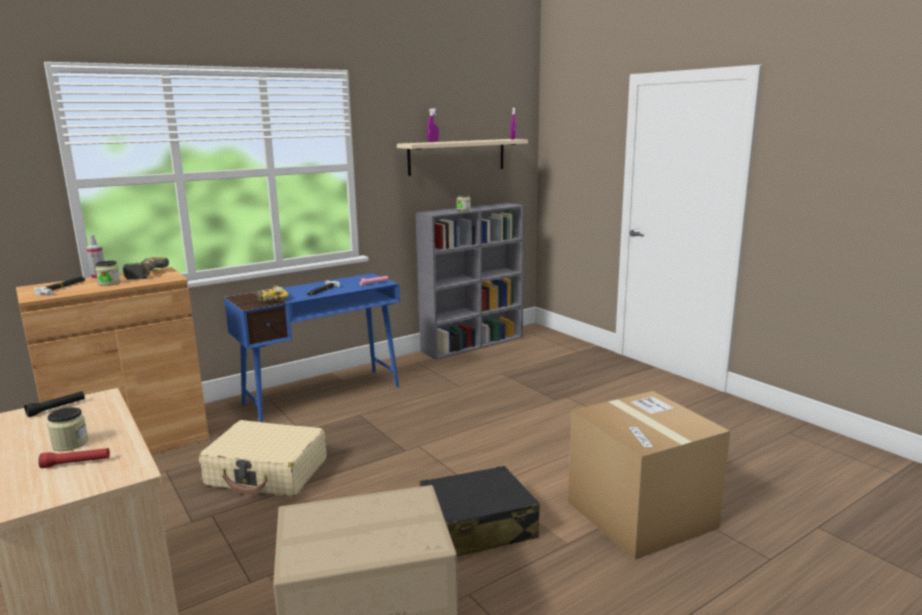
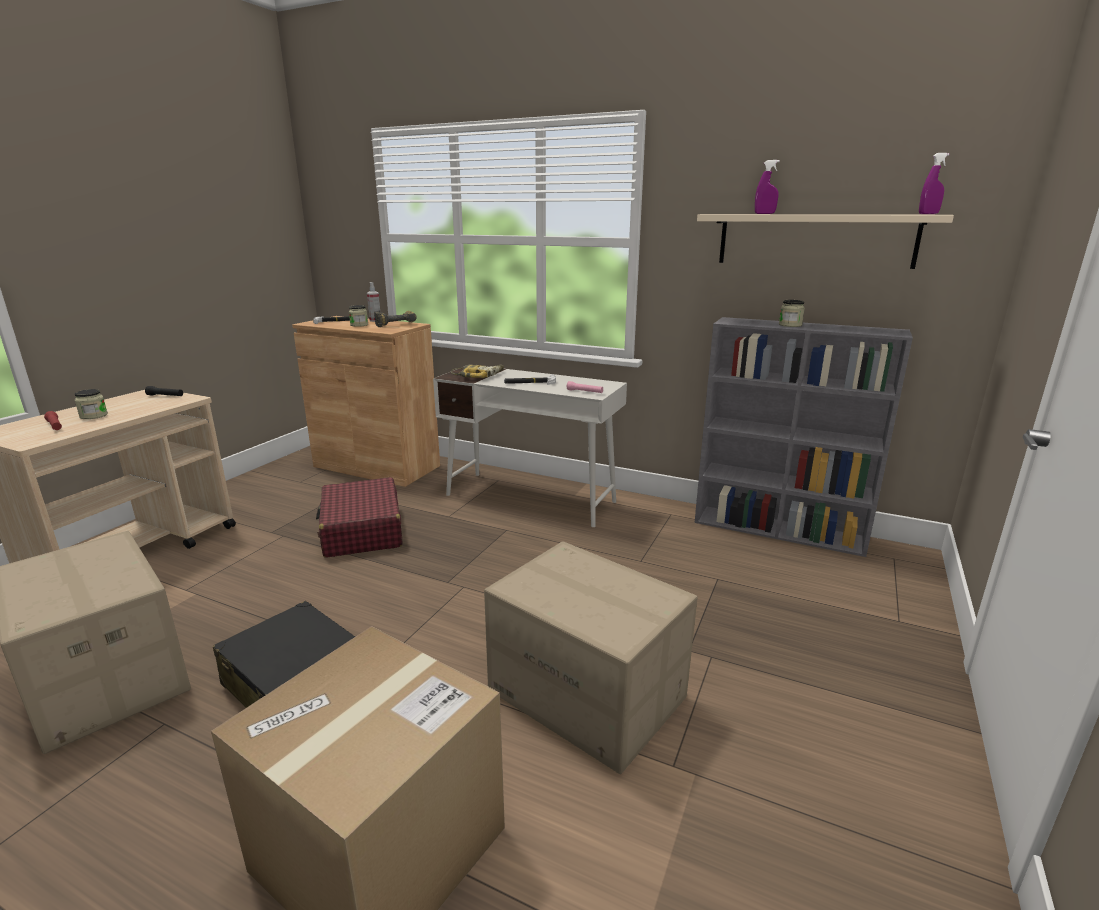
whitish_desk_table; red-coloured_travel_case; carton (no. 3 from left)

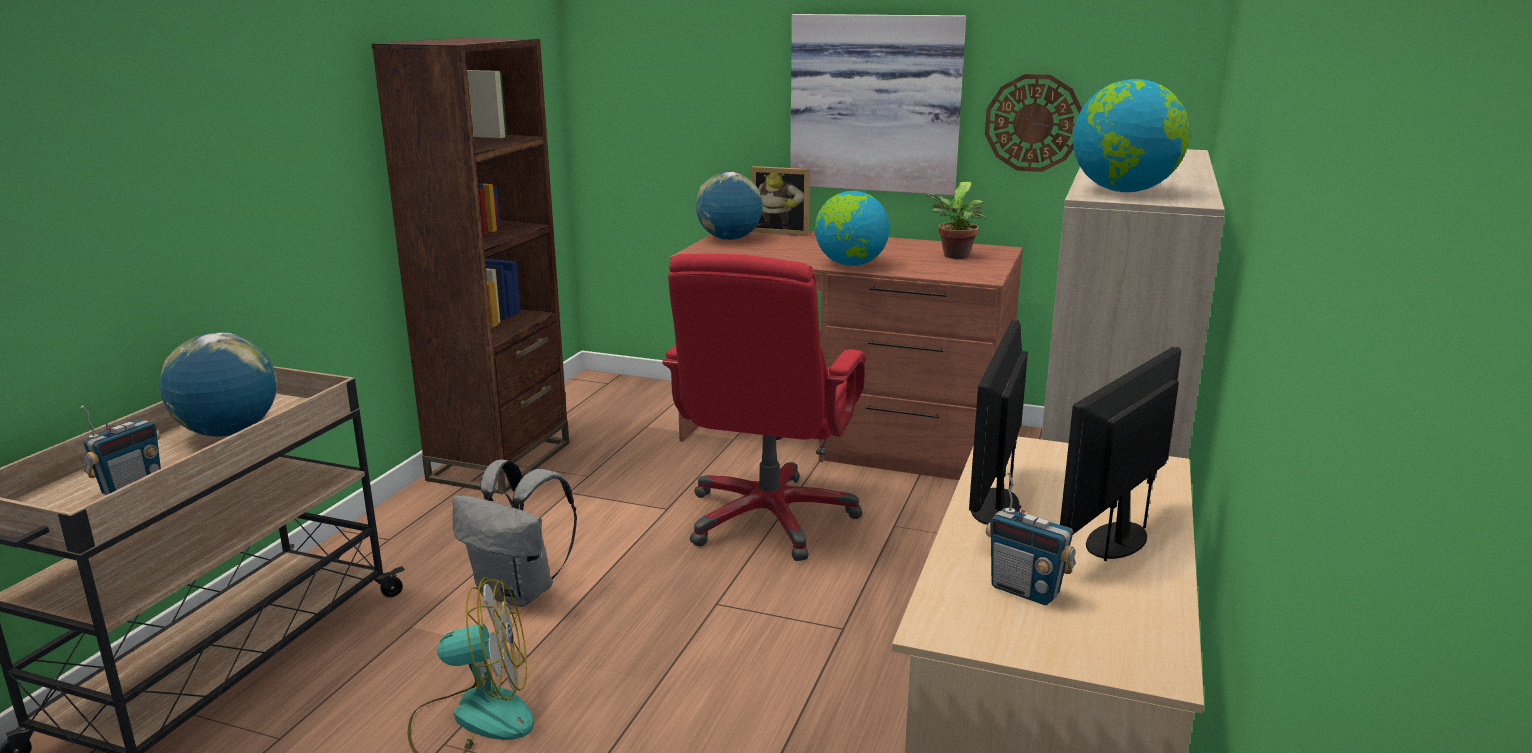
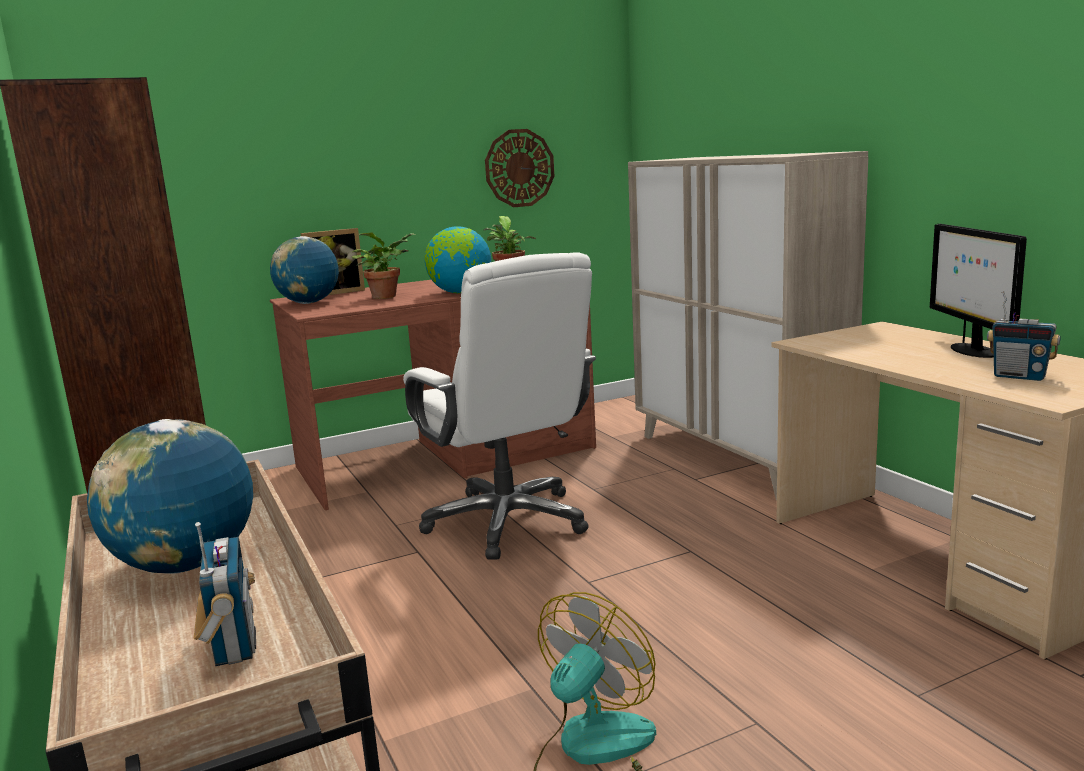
wall_art; desk_globe (no. 4 from left in the first image); whitish_desk_chair; monitor (no. 1 from left in the first image); grey_knapsack; radio (no. 2 from left); potted_plant (no. 1 from left)

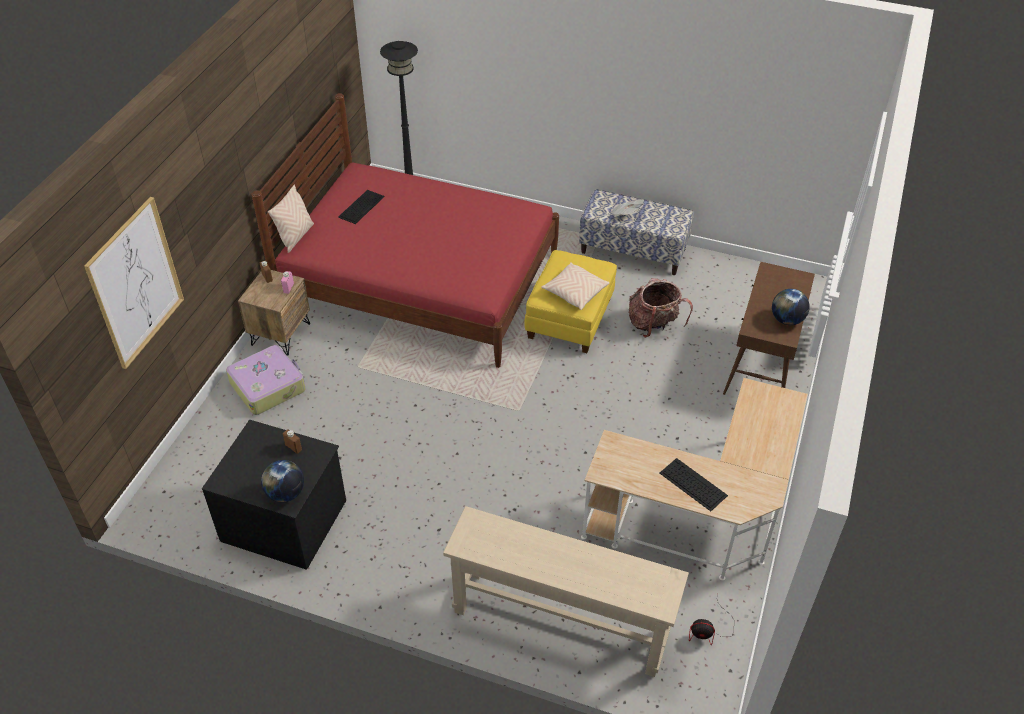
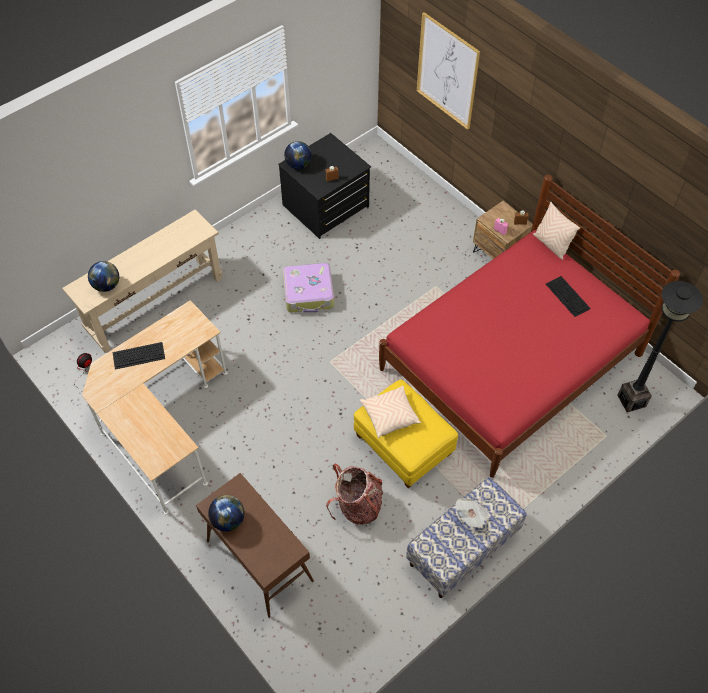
travel_case; desk_globe (no. 1 from left)

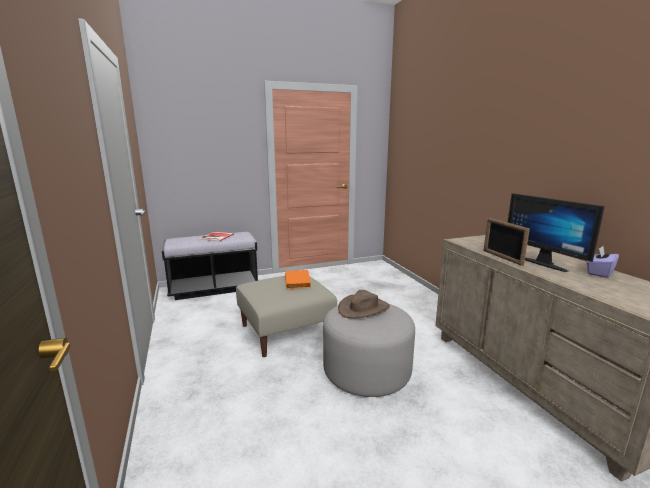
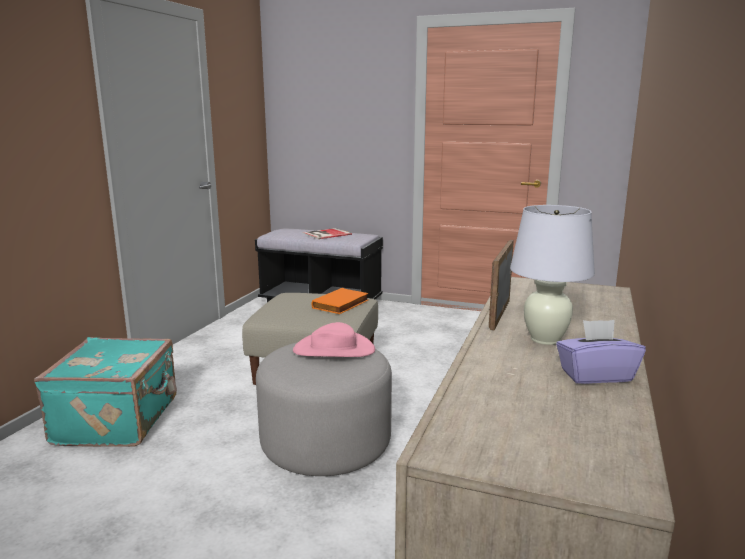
whitish_tabletop_lamp; pink_clothing_hat; blue-green_travel_case

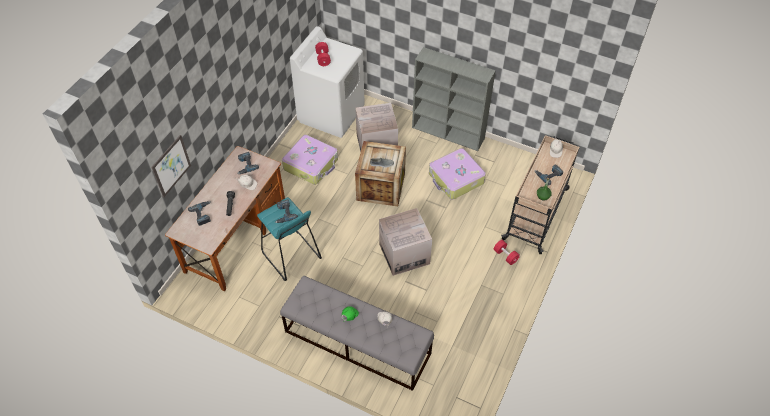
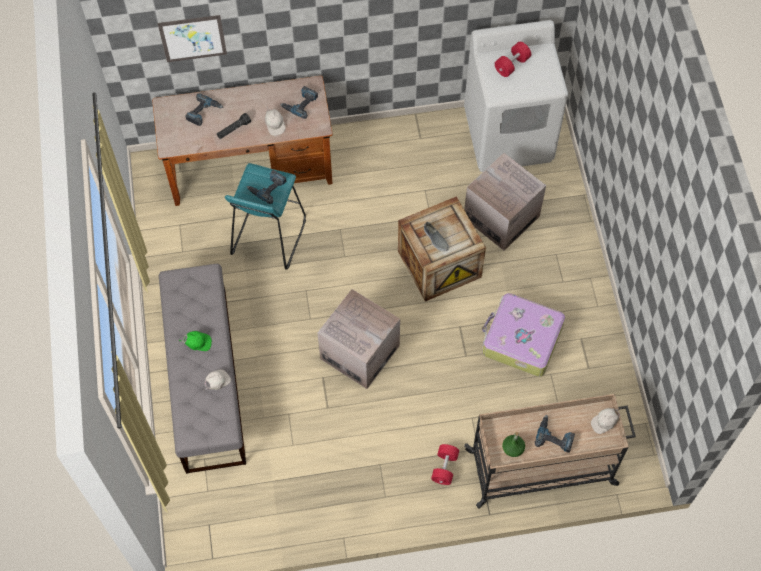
grey_shelving_unit; travel_case (no. 1 from left in the first image)

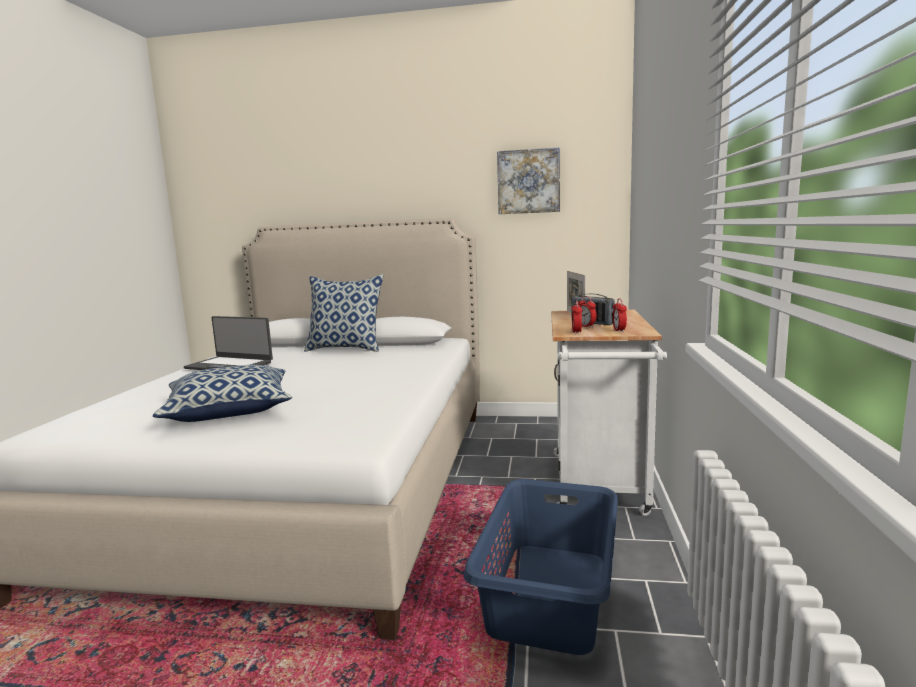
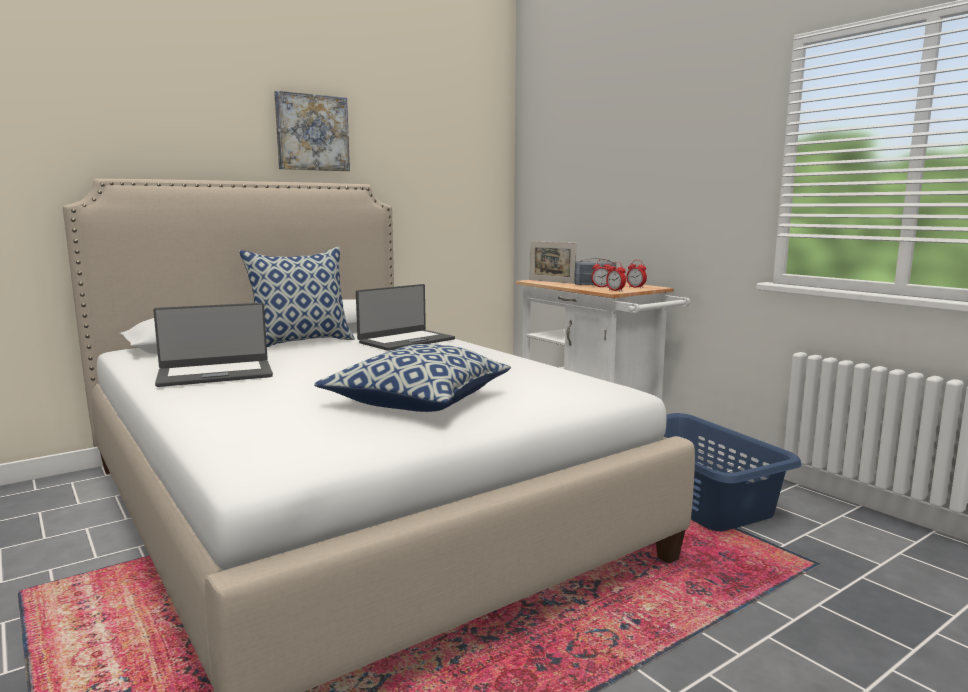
wall_art; portable_computer (no. 2 from left)

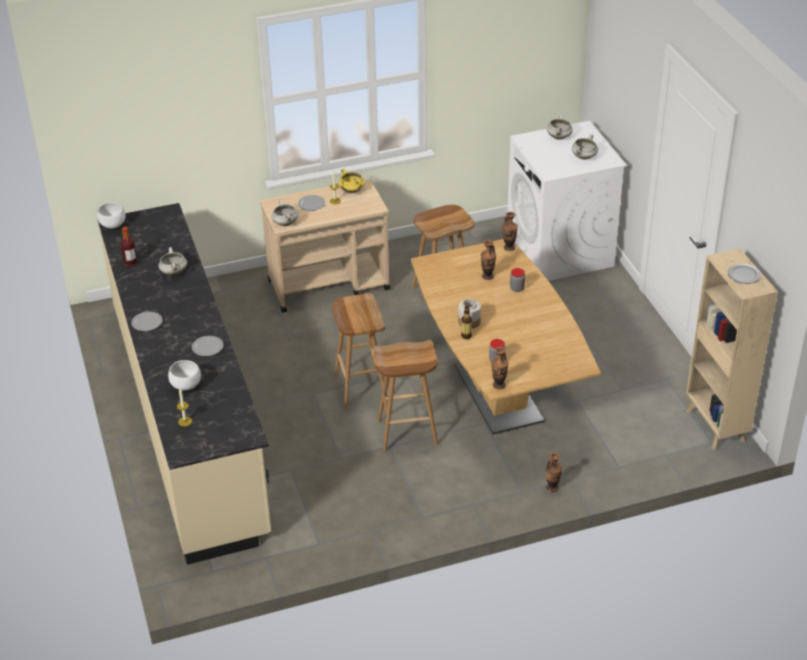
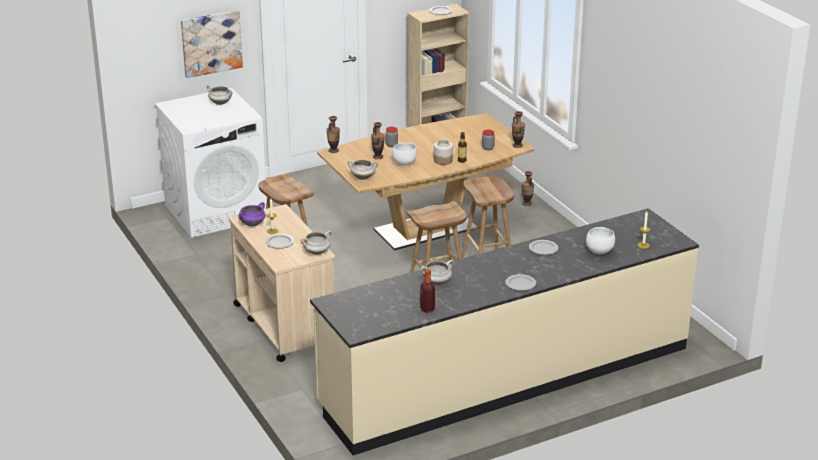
whitish_saucepot (no. 3 from left); purple_saucepot; whitish_serving_bowl (no. 1 from left); wall_art

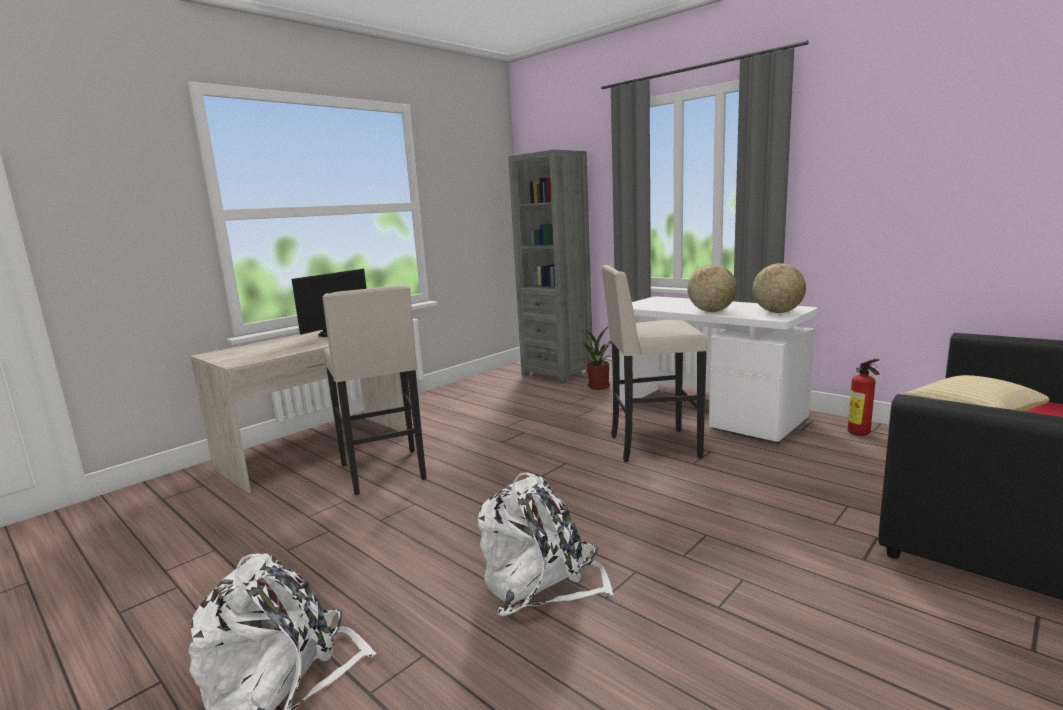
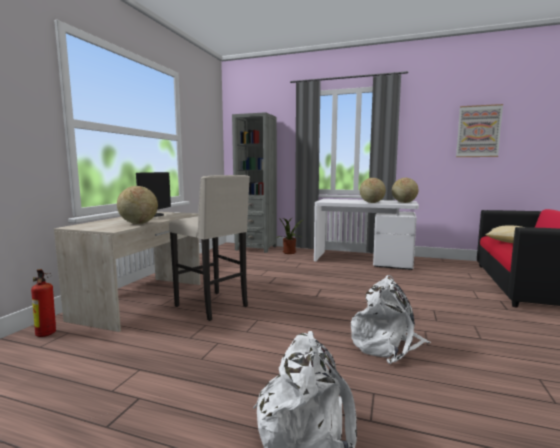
beige-coloured_stool (no. 2 from left in the first image); extinguisher; wall_art; desk_globe (no. 1 from left)

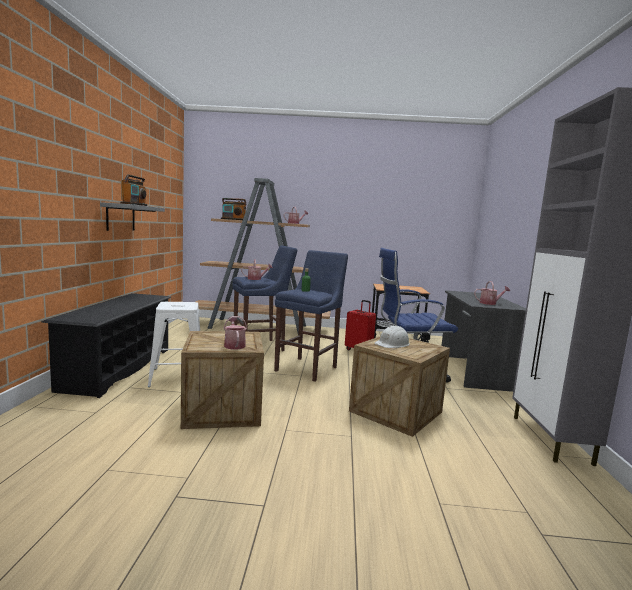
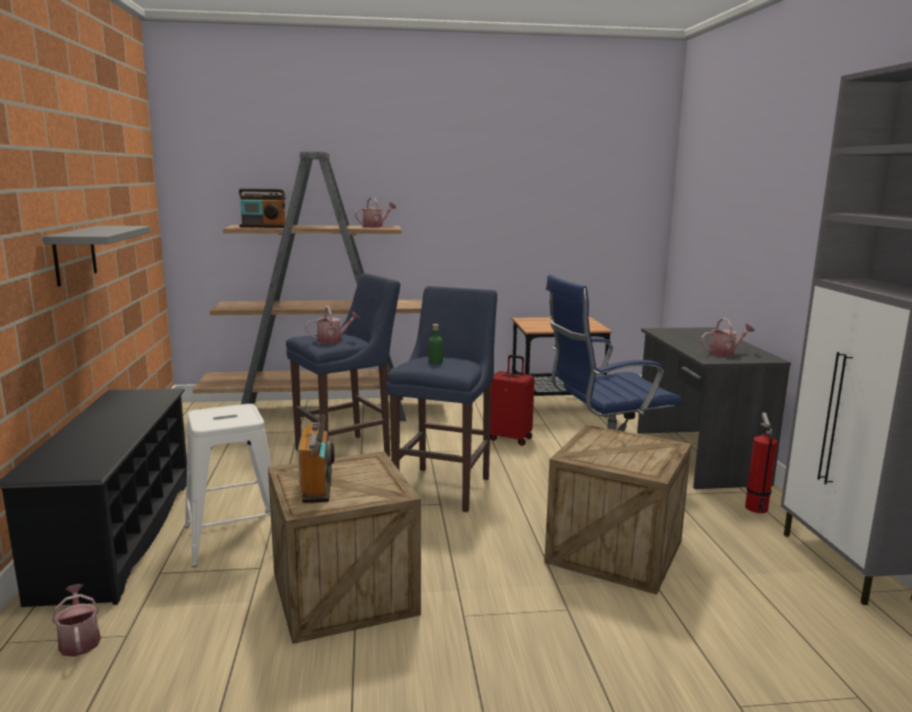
radio (no. 2 from left); watering_can (no. 1 from left); whitish_hard_hat; extinguisher

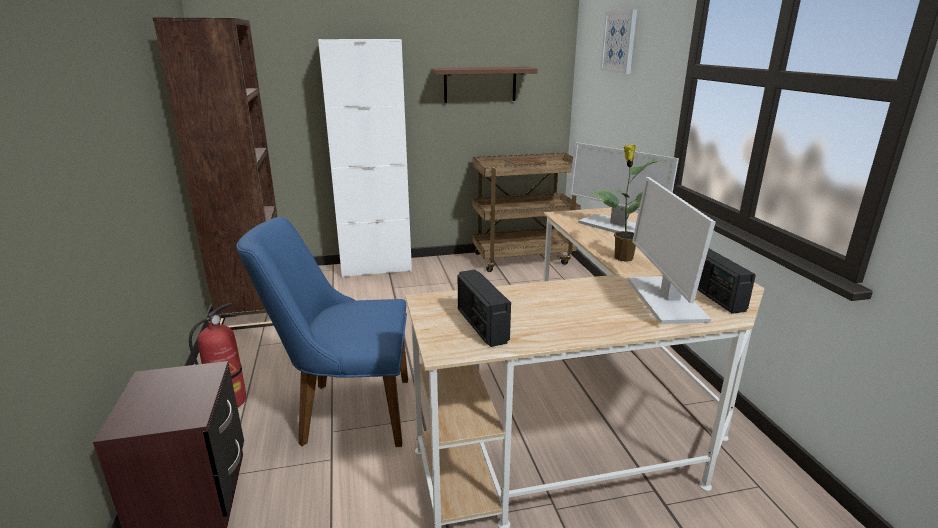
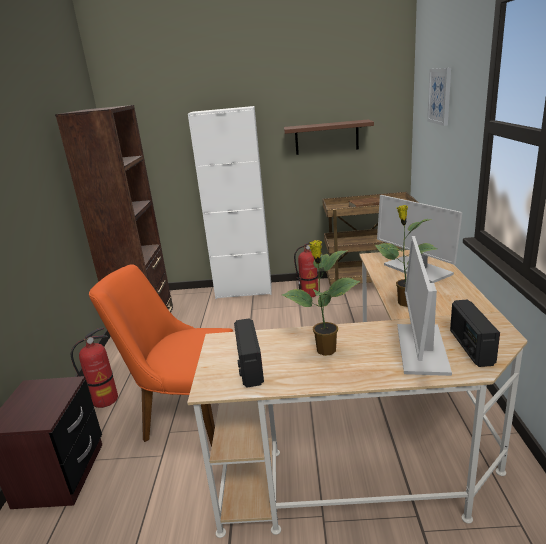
orangey_plain_chair; potted_plant (no. 1 from left); extinguisher (no. 2 from left)

